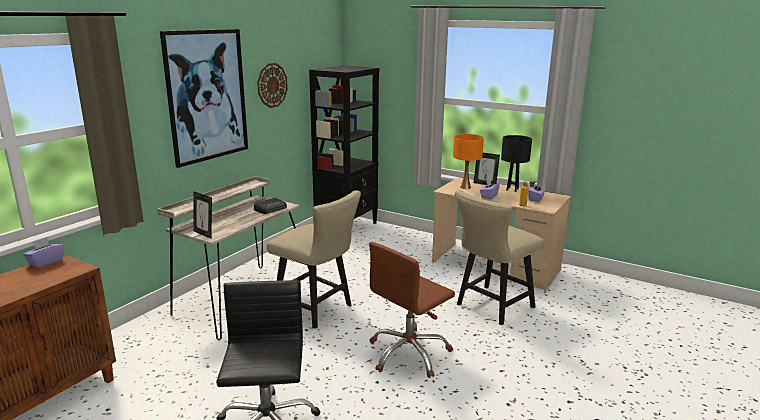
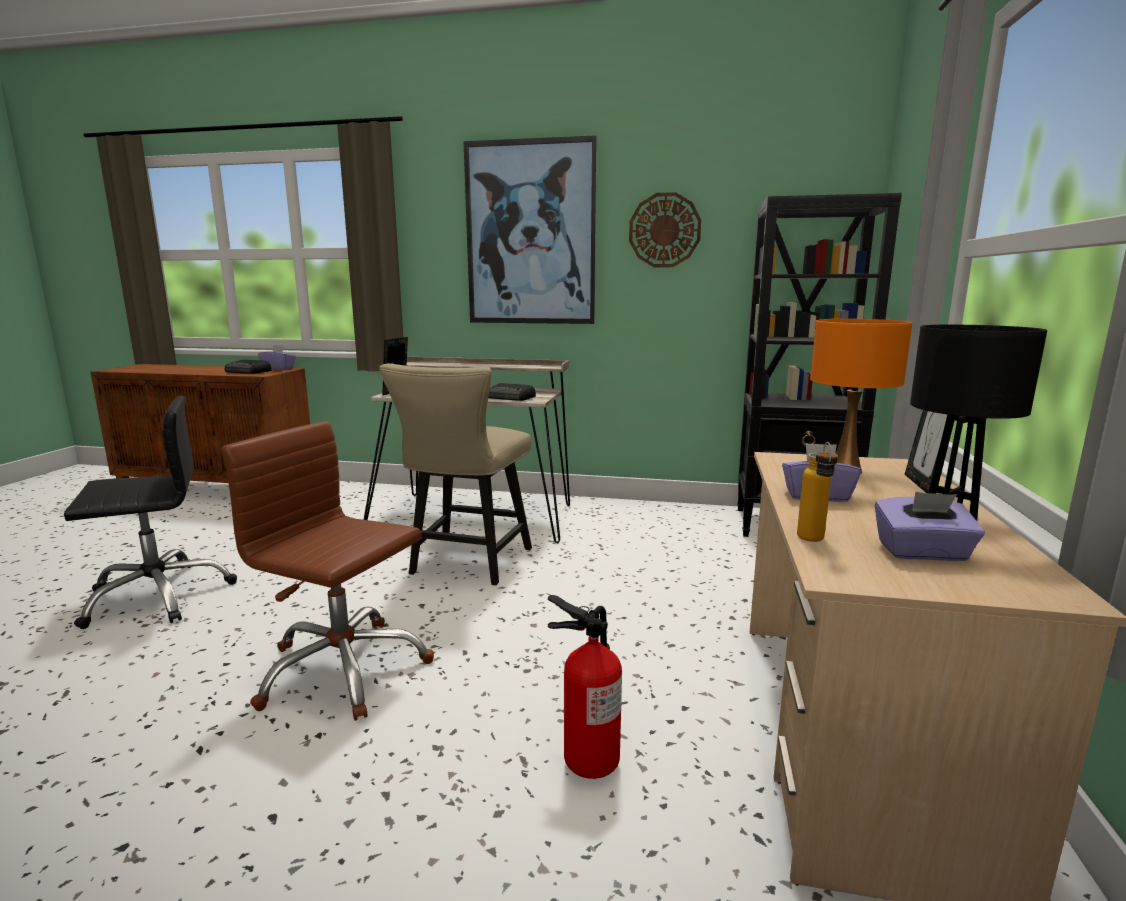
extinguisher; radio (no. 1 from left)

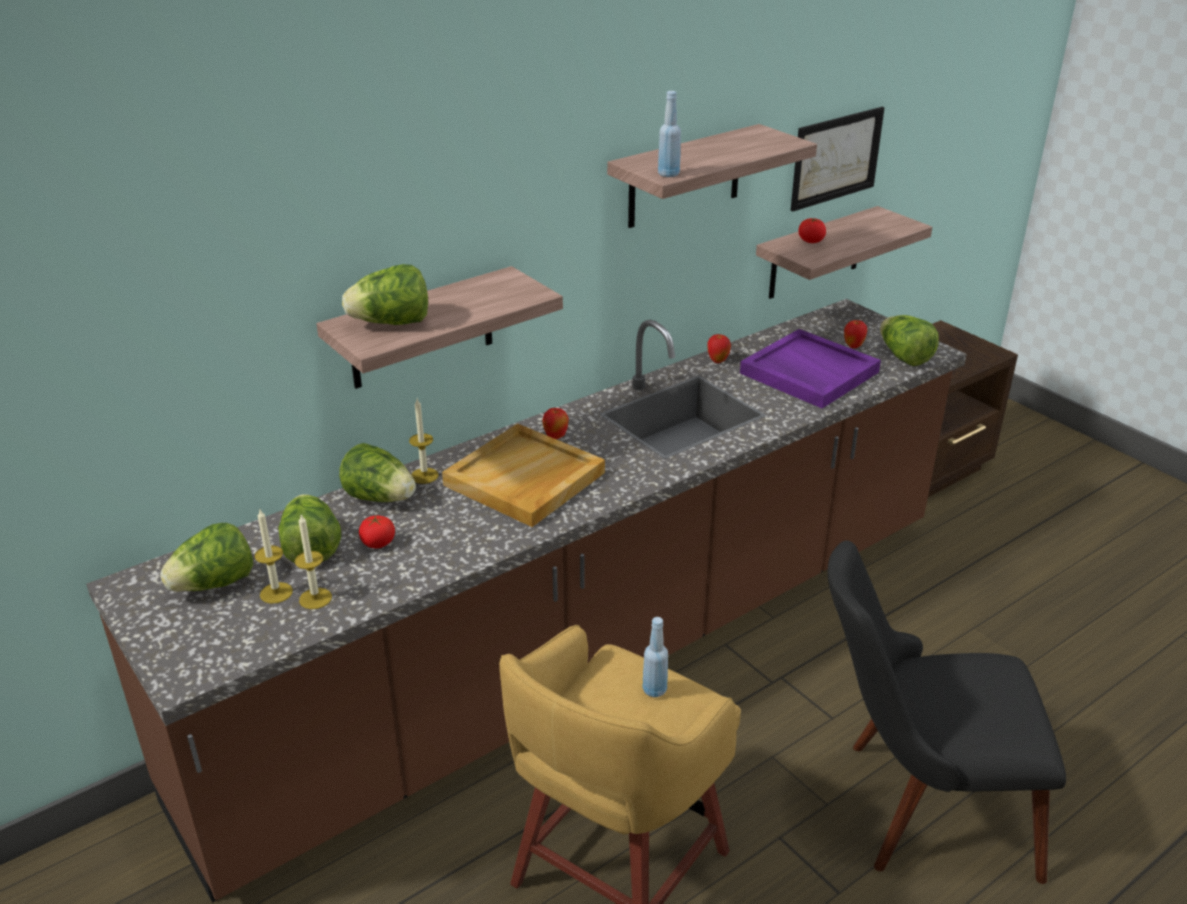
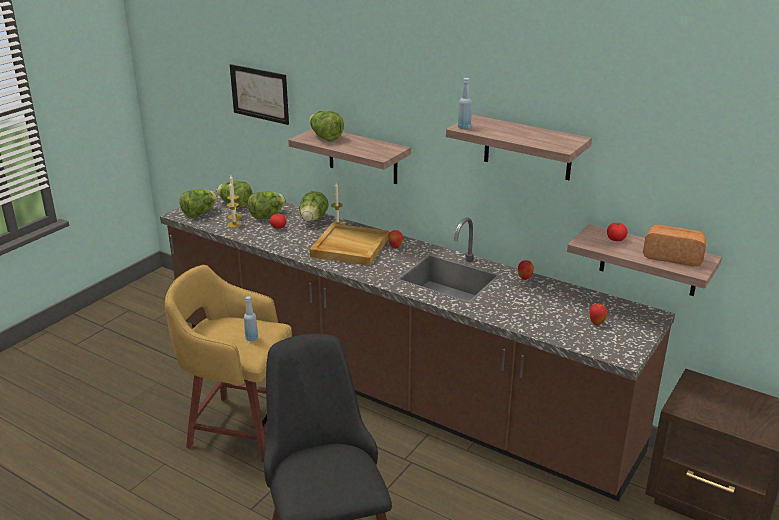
wall_art; lettuce (no. 1 from left); purple_serving_tray; bakery_bread

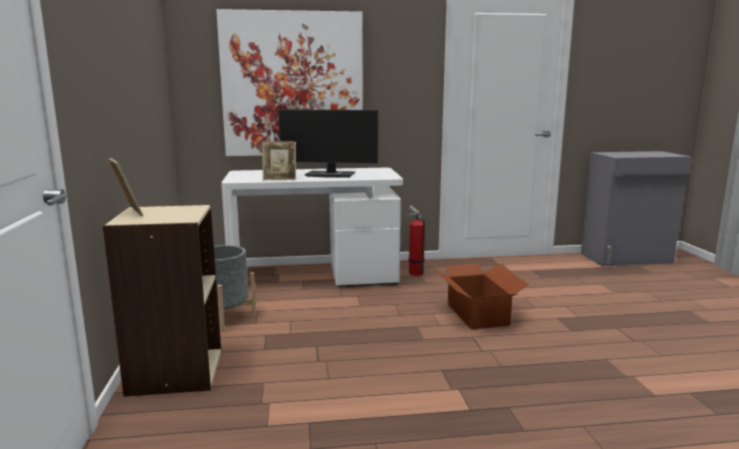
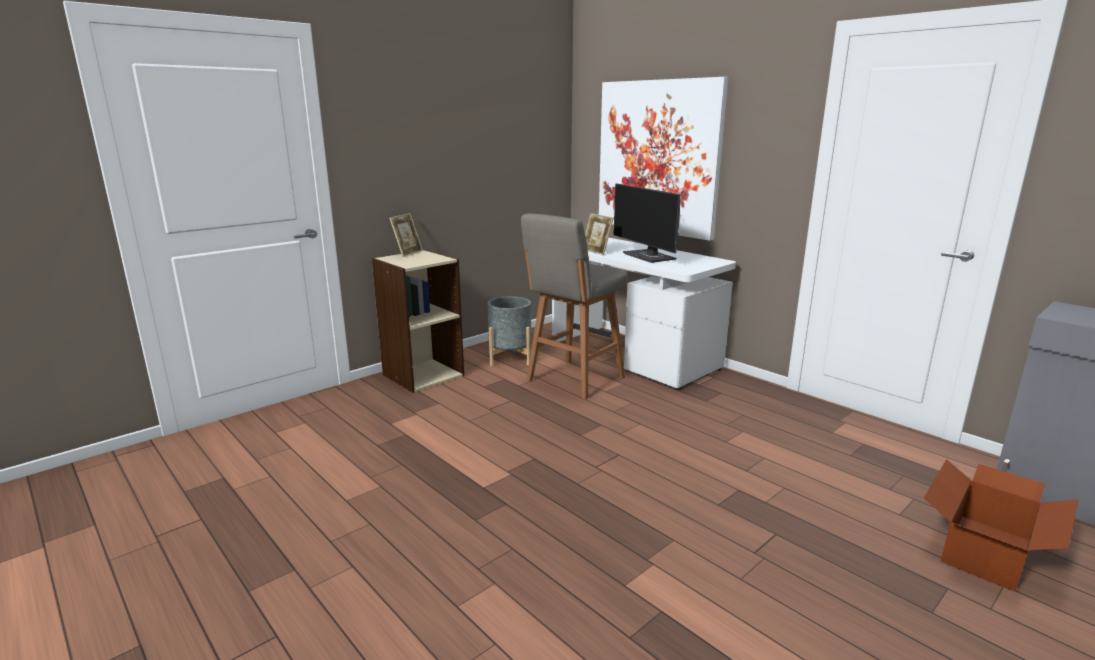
extinguisher; carton; grey_stool

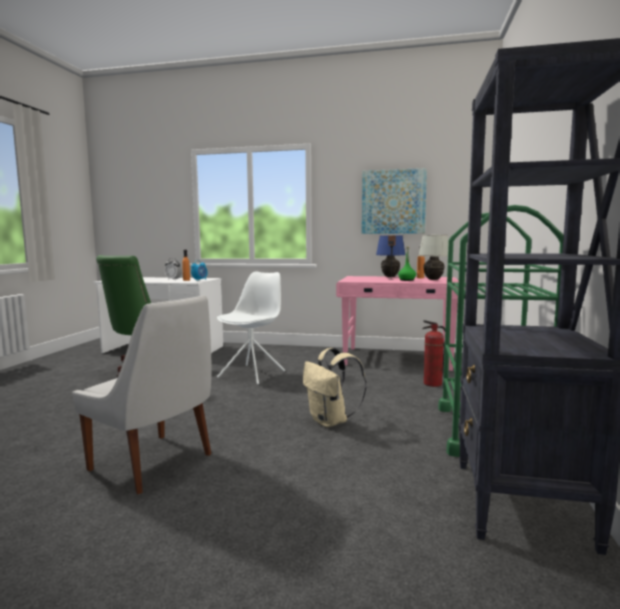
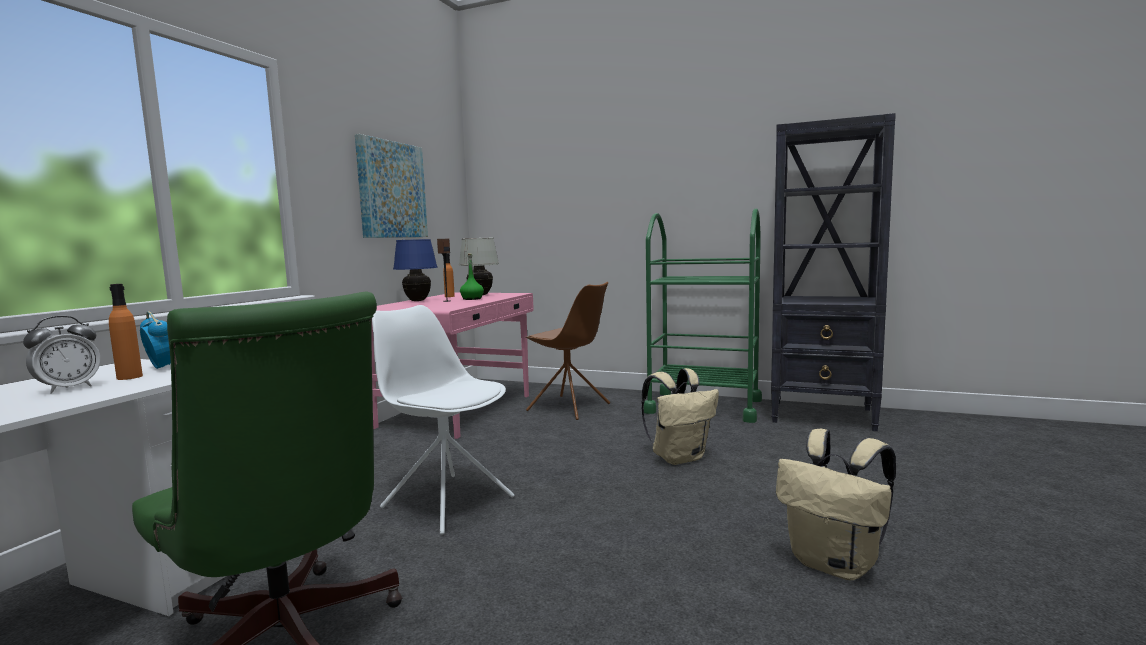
beige-coloured_knapsack (no. 2 from left); brown-coloured_plain_chair

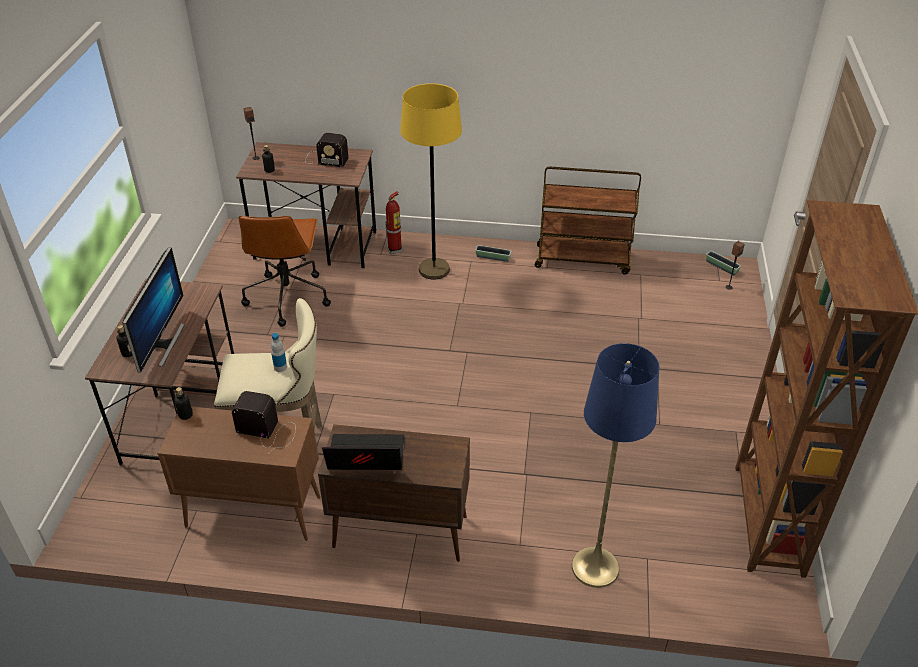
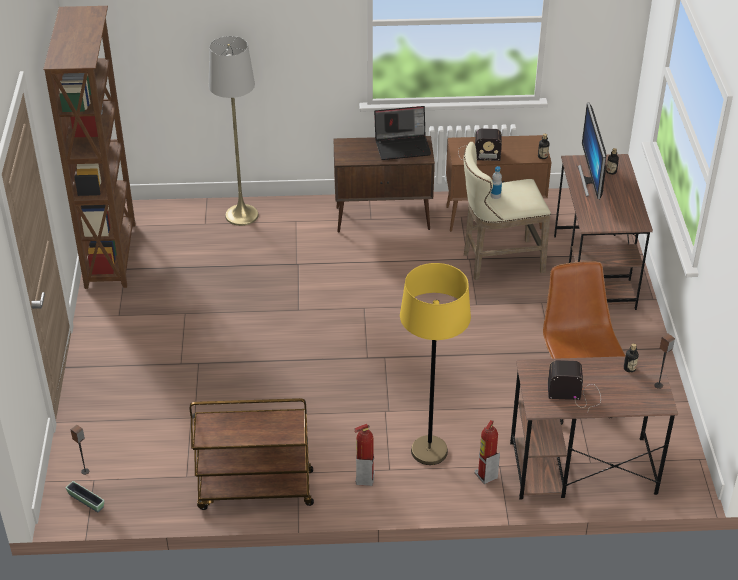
extinguisher (no. 1 from left); grey_floor_lamp

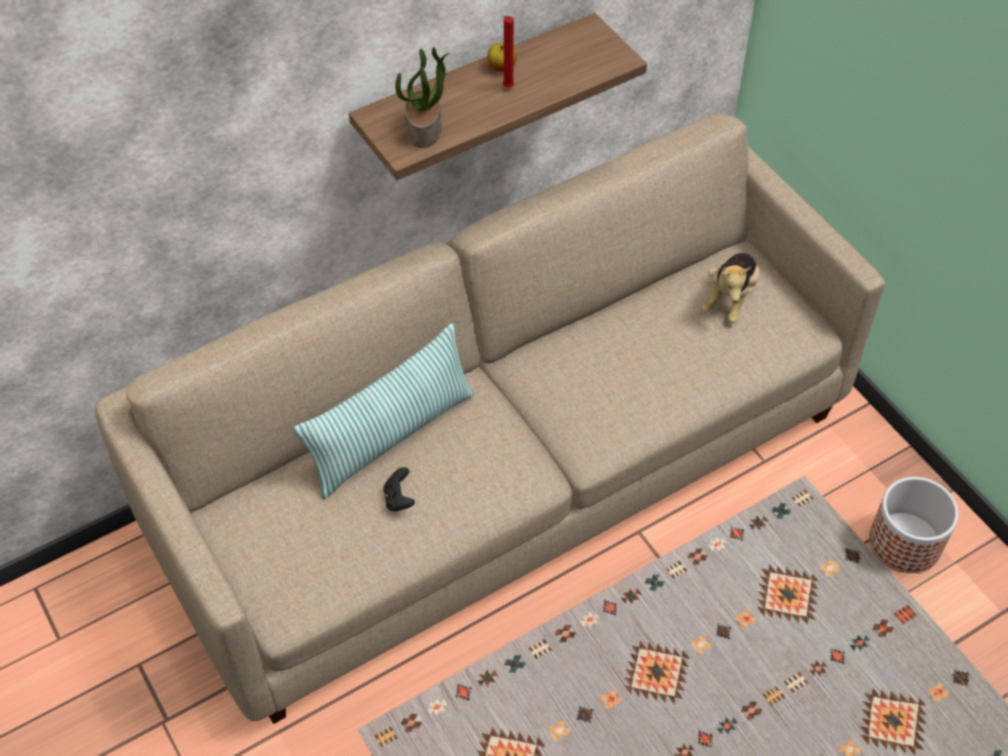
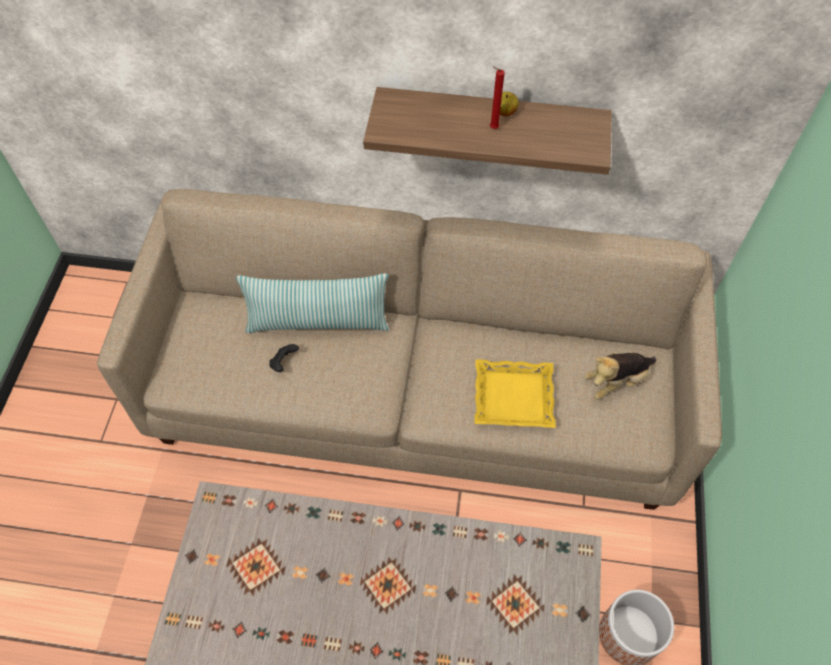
potted_plant; yellow-coloured_serving_tray

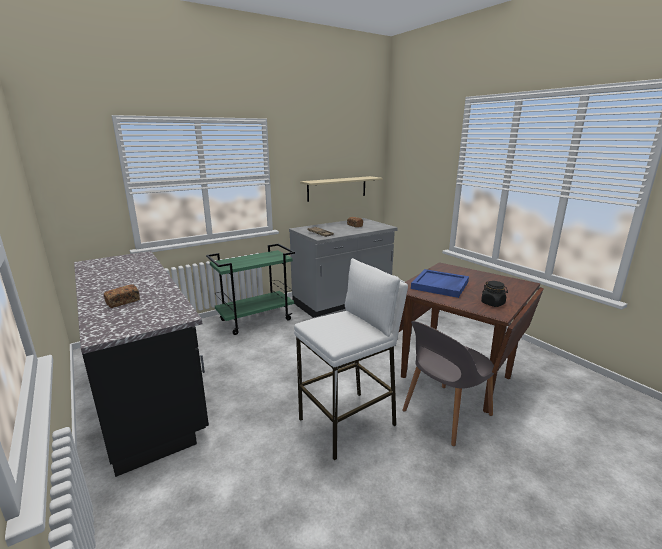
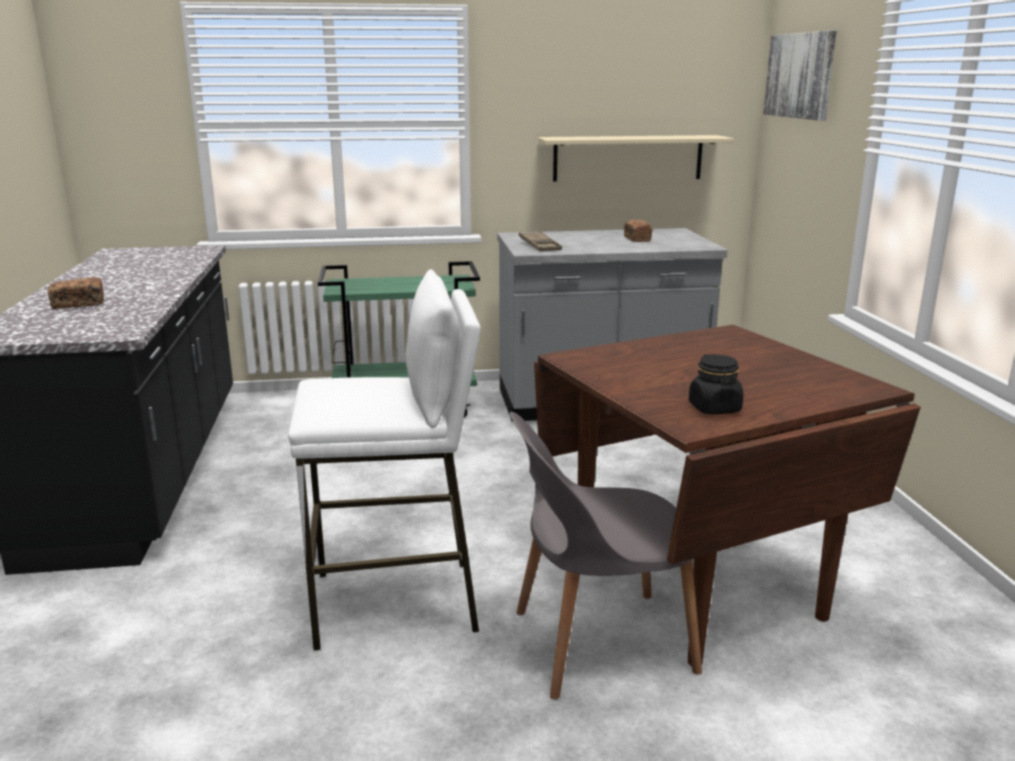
bluish_serving_tray; wall_art

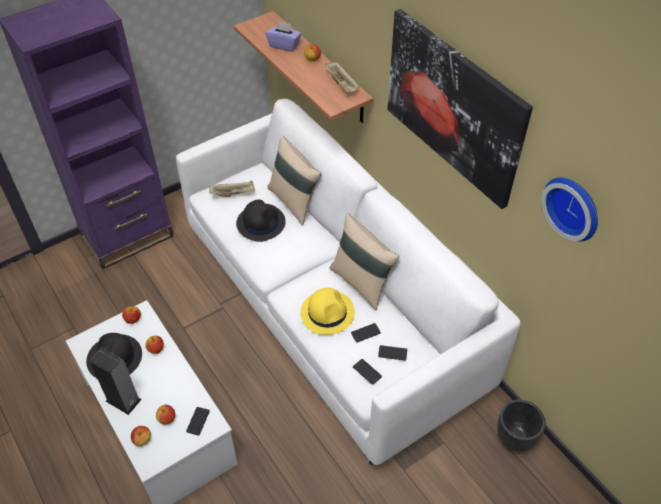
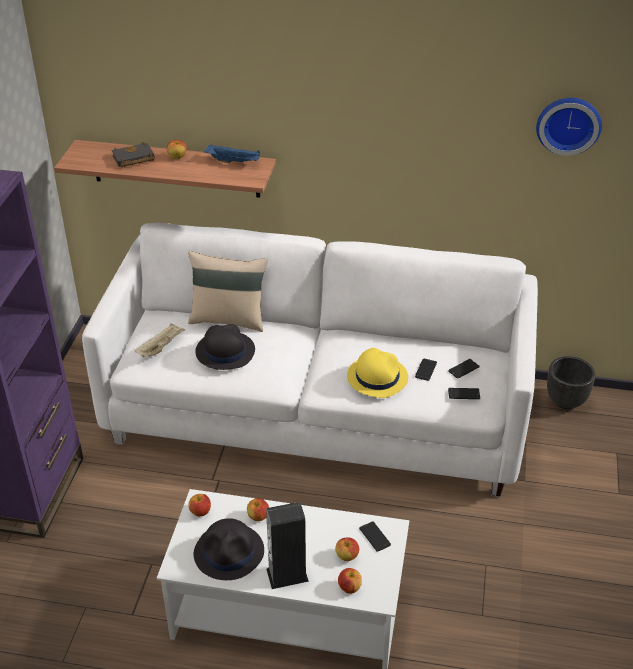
wall_art; black-coloured_book; bluish_serving_tray; beige-coloured_pillow (no. 2 from left in the first image)

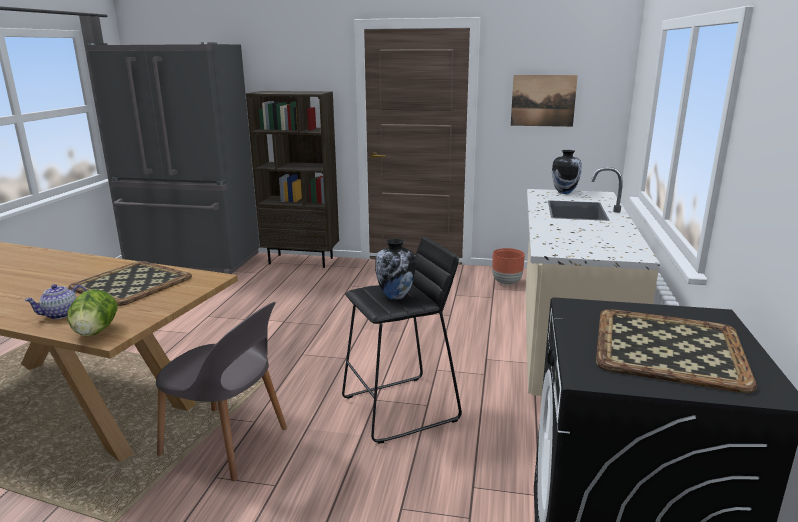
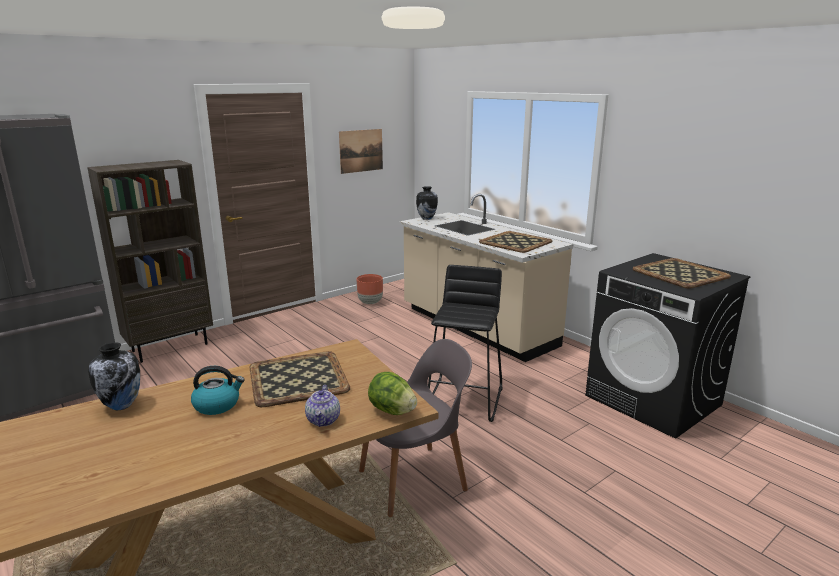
decorative_vase (no. 1 from left); serving_tray (no. 2 from left); kettle

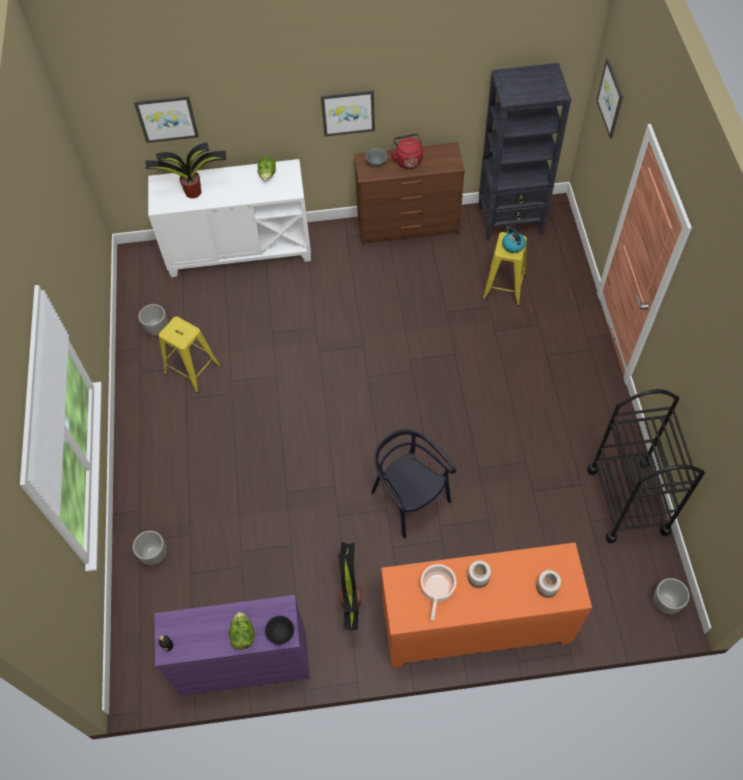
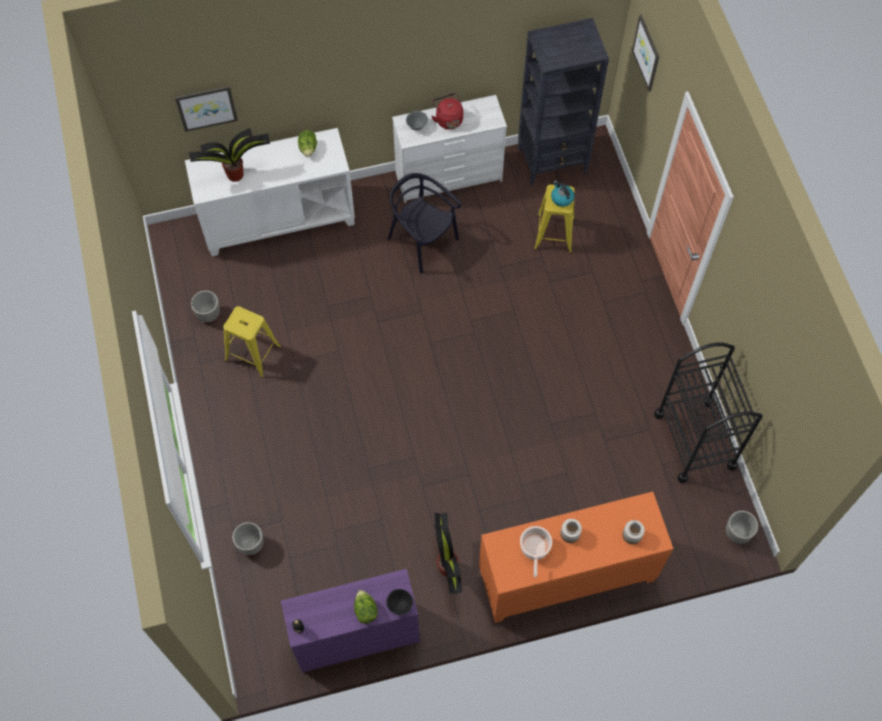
wall_art (no. 2 from left in the first image); whitish_drawer_chest; black-coloured_plain_chair

